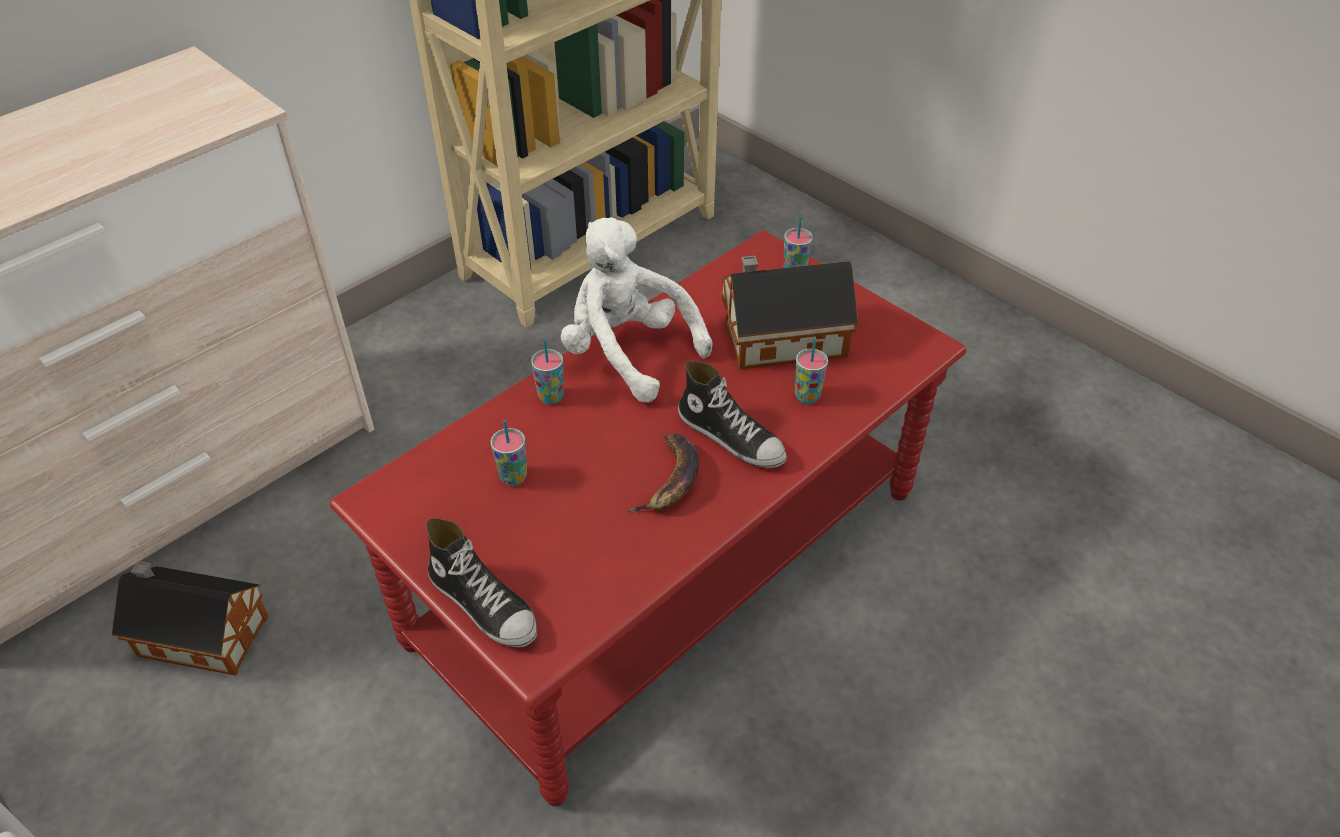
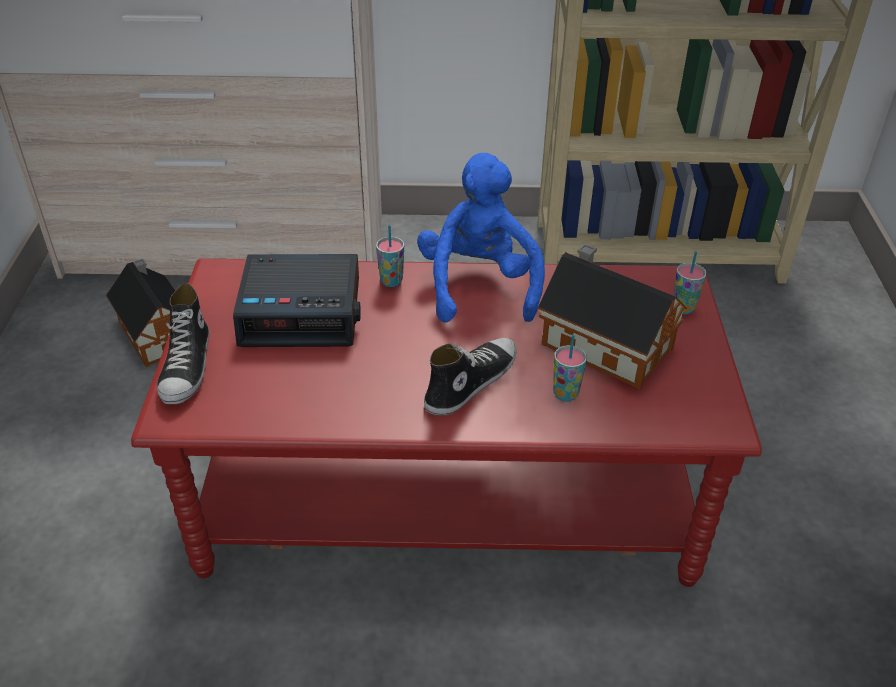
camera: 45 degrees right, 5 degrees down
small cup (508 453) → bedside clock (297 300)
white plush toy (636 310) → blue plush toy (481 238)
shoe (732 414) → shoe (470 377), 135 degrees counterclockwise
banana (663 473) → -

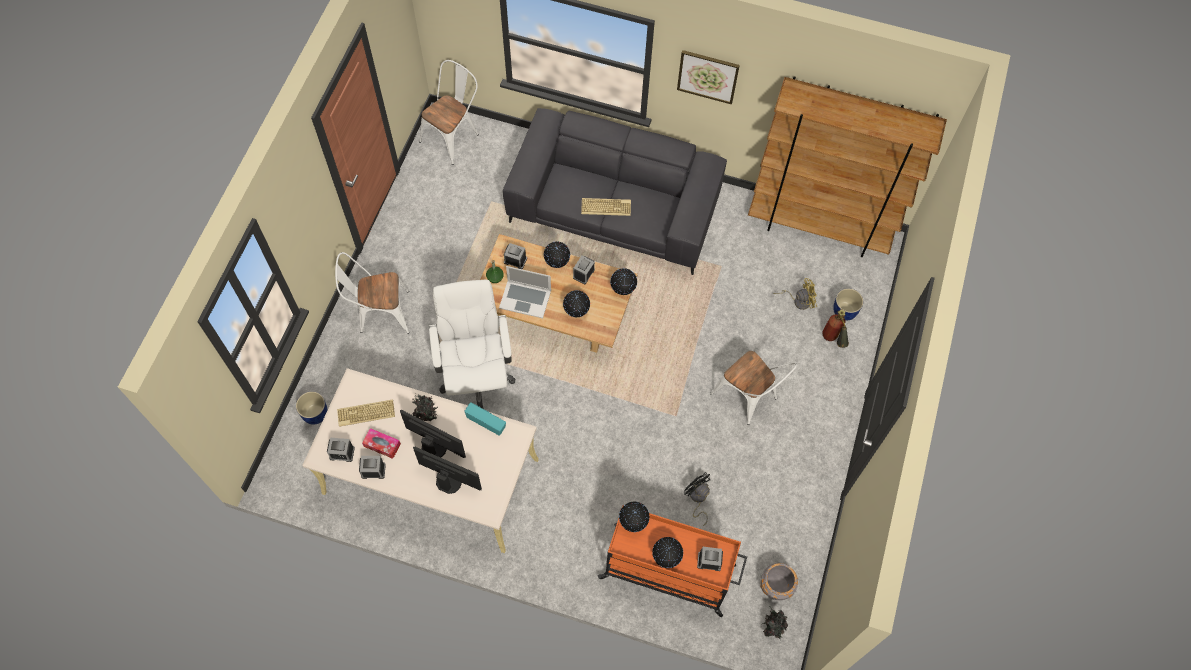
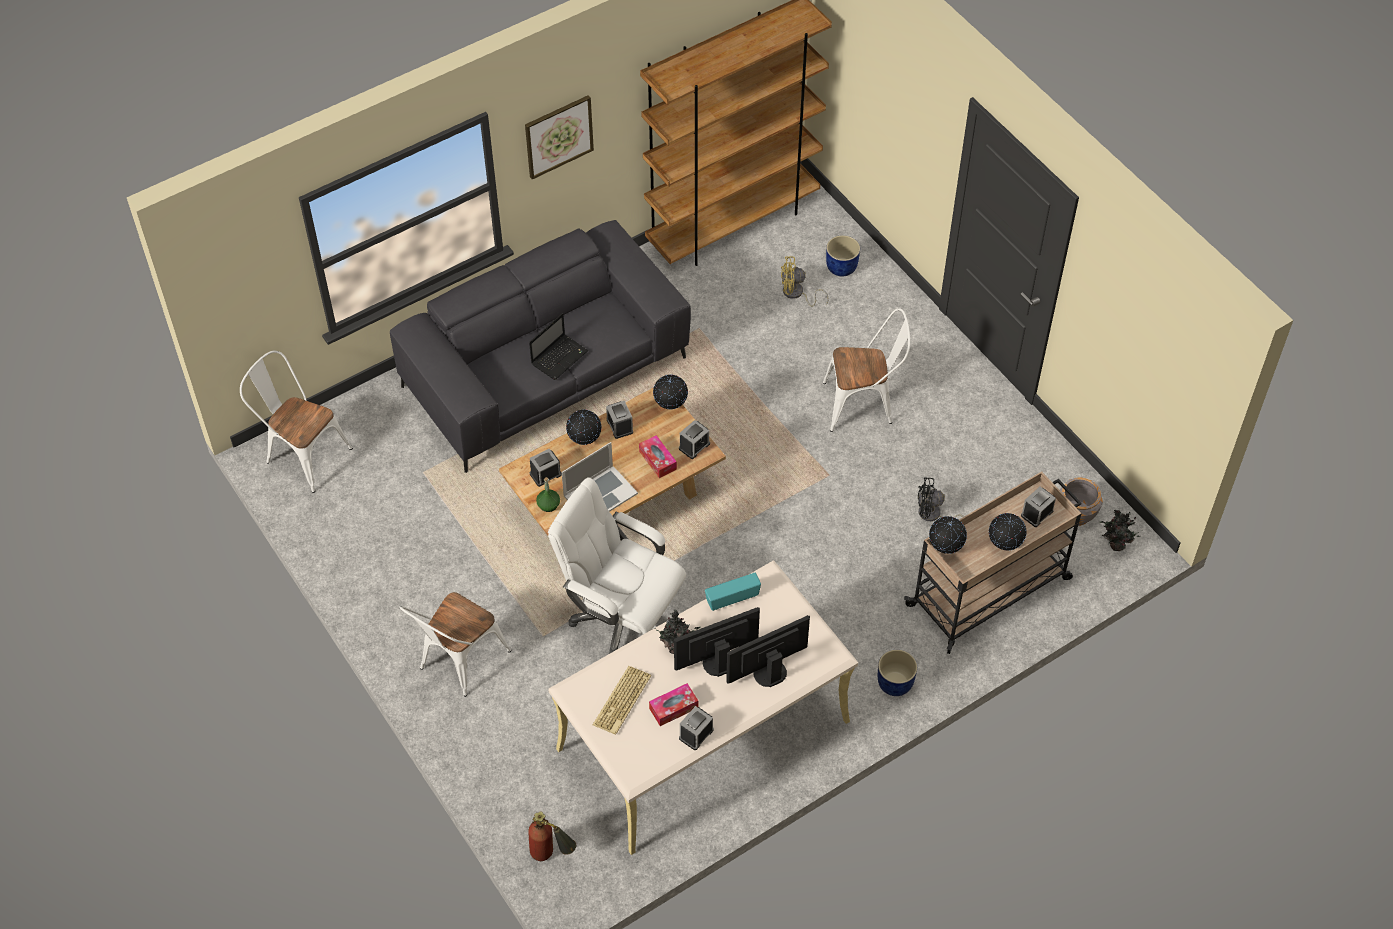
camera: 50 degrees left, 10 degrees down
white upright chair (449 112) → white upright chair (296 422), 45 degrees counterclockwise
extinguisher (835 328) → extinguisher (552 836), shifted
PC keyboard (606 207) → portable computer (559 346)
globe (576 303) → tissue box (658 456)
bedside clock (341 449) → bedside clock (694 439), shifted
yellow-coloured fan (795 294) → yellow-coloured fan (804 282), 120 degrees counterclockwise
blue planter (312 408) → blue planter (897 673), shifted
orange trolley (672 561) → beige-coloured trolley (993 562)

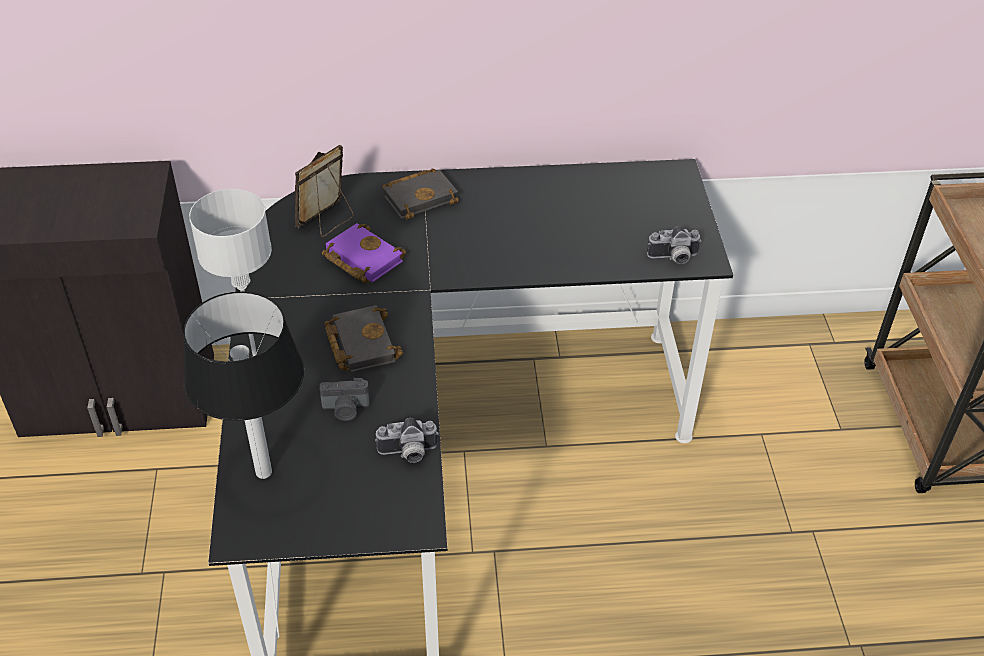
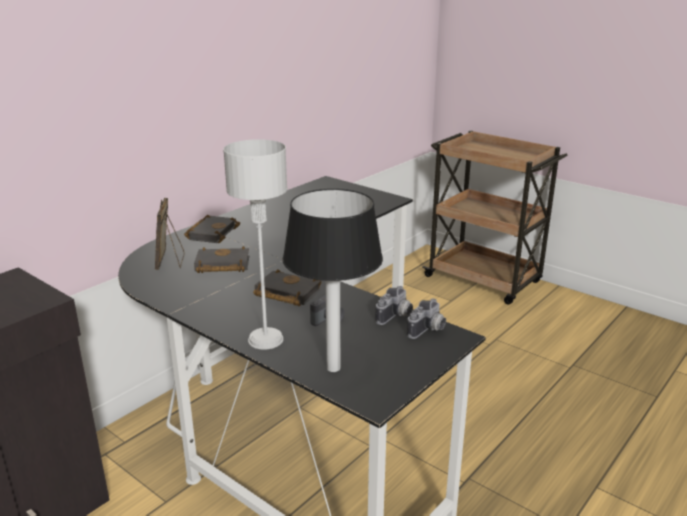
camera: 45 degrees left, 20 degrees down
purplish volume (364 253) → black-coloured volume (221 259)
photo camera (674 245) → photo camera (426 319), shifted

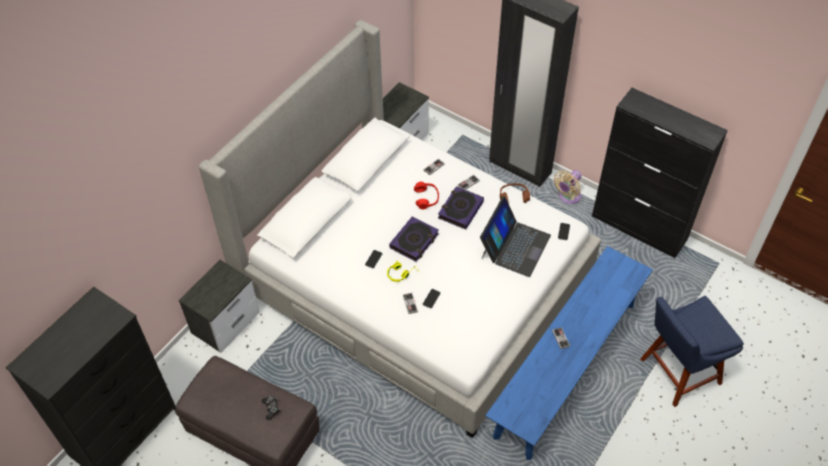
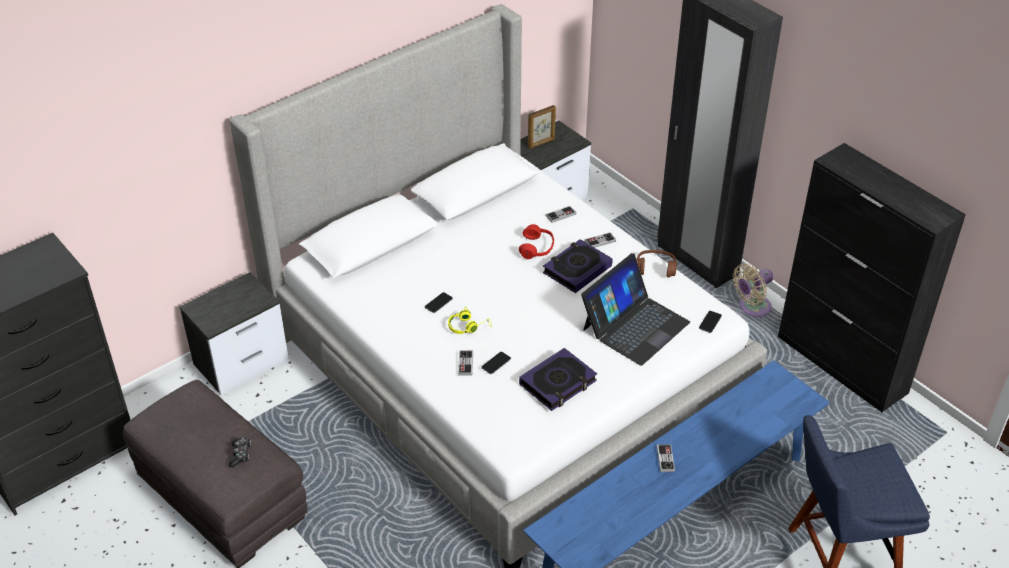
camera: 15 degrees right, 10 degrees down
volume (414 239) → volume (558 379), shifted
- → photo frame (542 127)

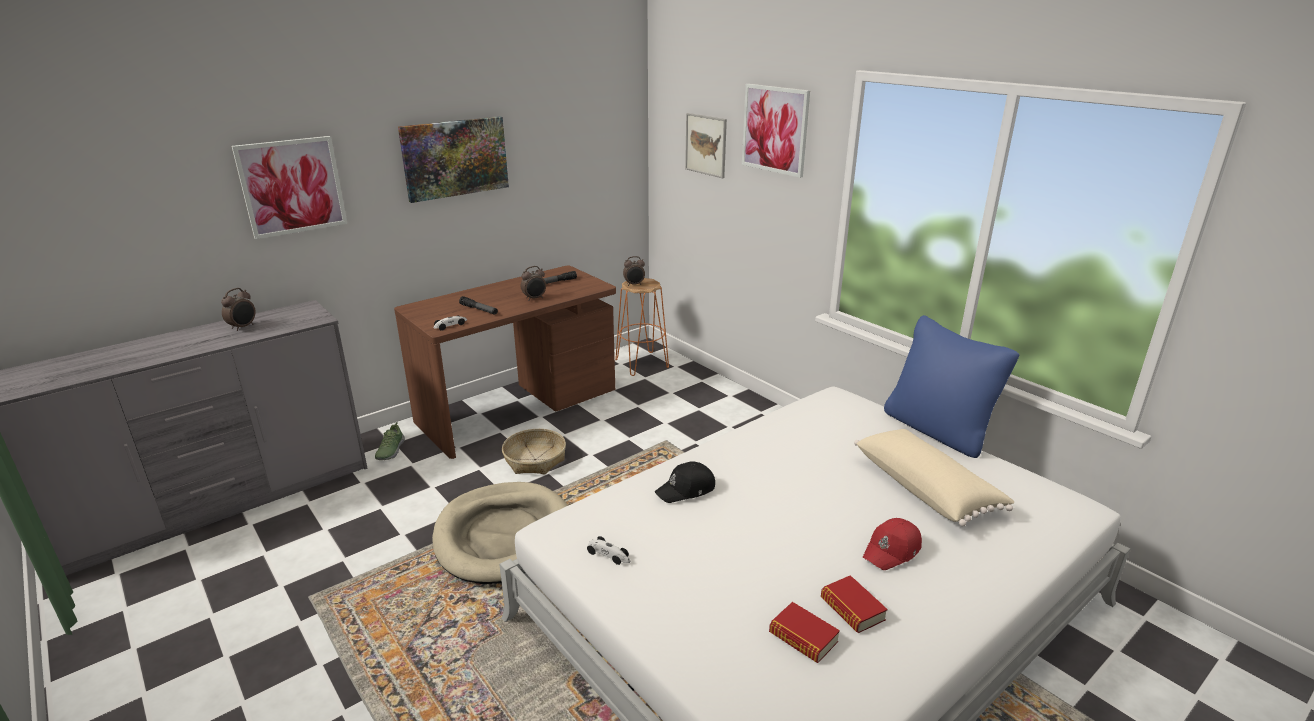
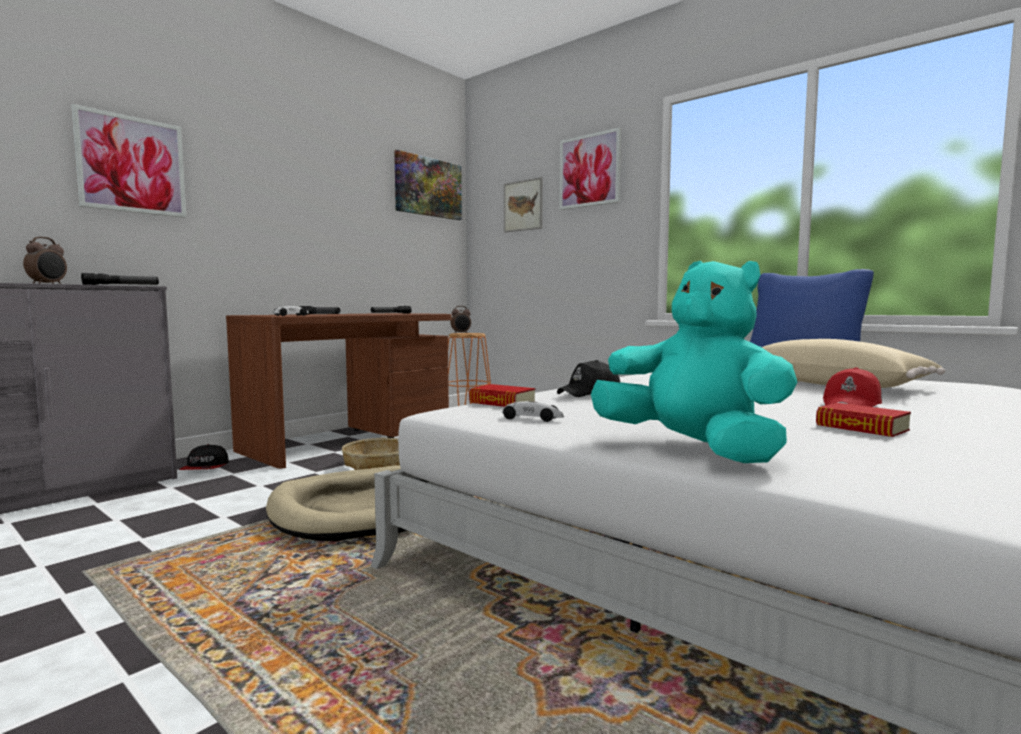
camera: 10 degrees left, 20 degrees down
- → torch (120 279)
shoe (390 441) → cap (204 457)
wall art (453 159) → wall art (428 185), shifted
volume (804 632) → volume (502 395), shifted
- → blue-green plush toy (694 362)
bedside clock (533 283) → -

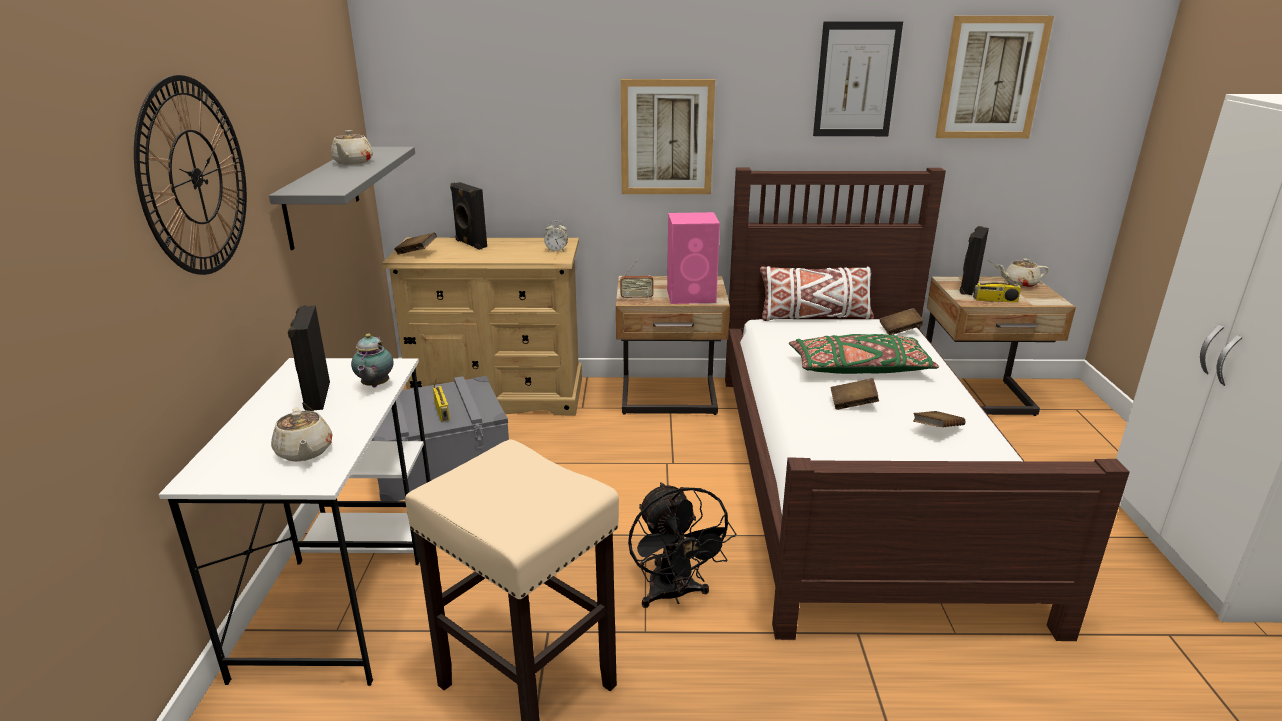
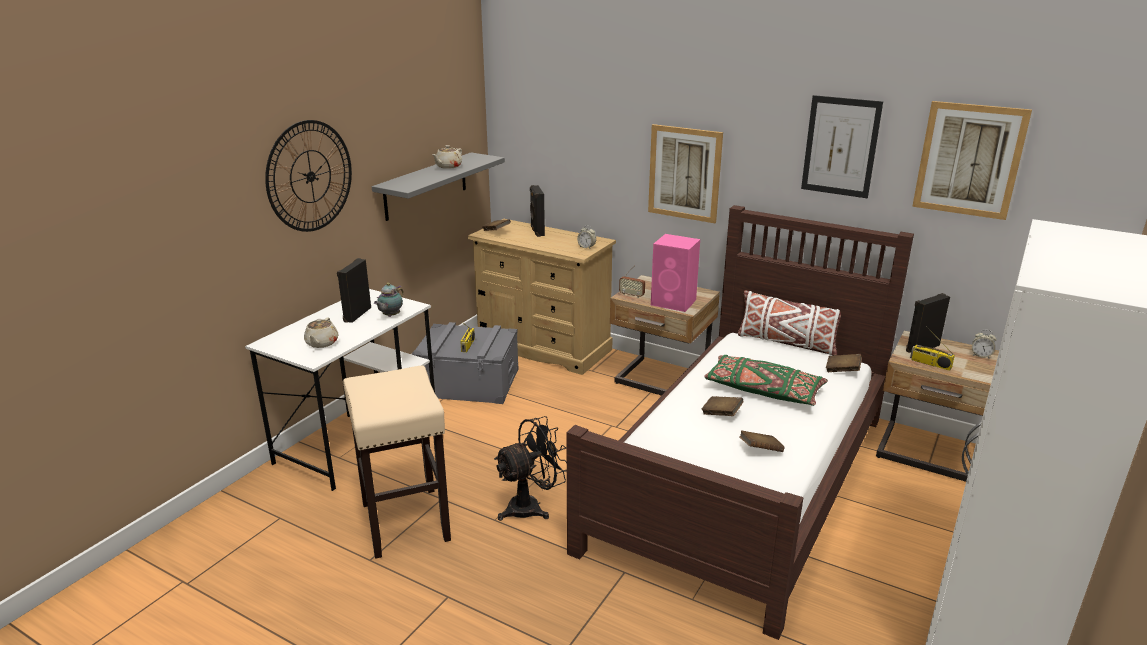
camera: 30 degrees right, 0 degrees up
black-coloured fan (682 545) → black-coloured fan (530 468), 135 degrees counterclockwise
beige-coloured tea pot (1023 273) → bedside clock (984 344)

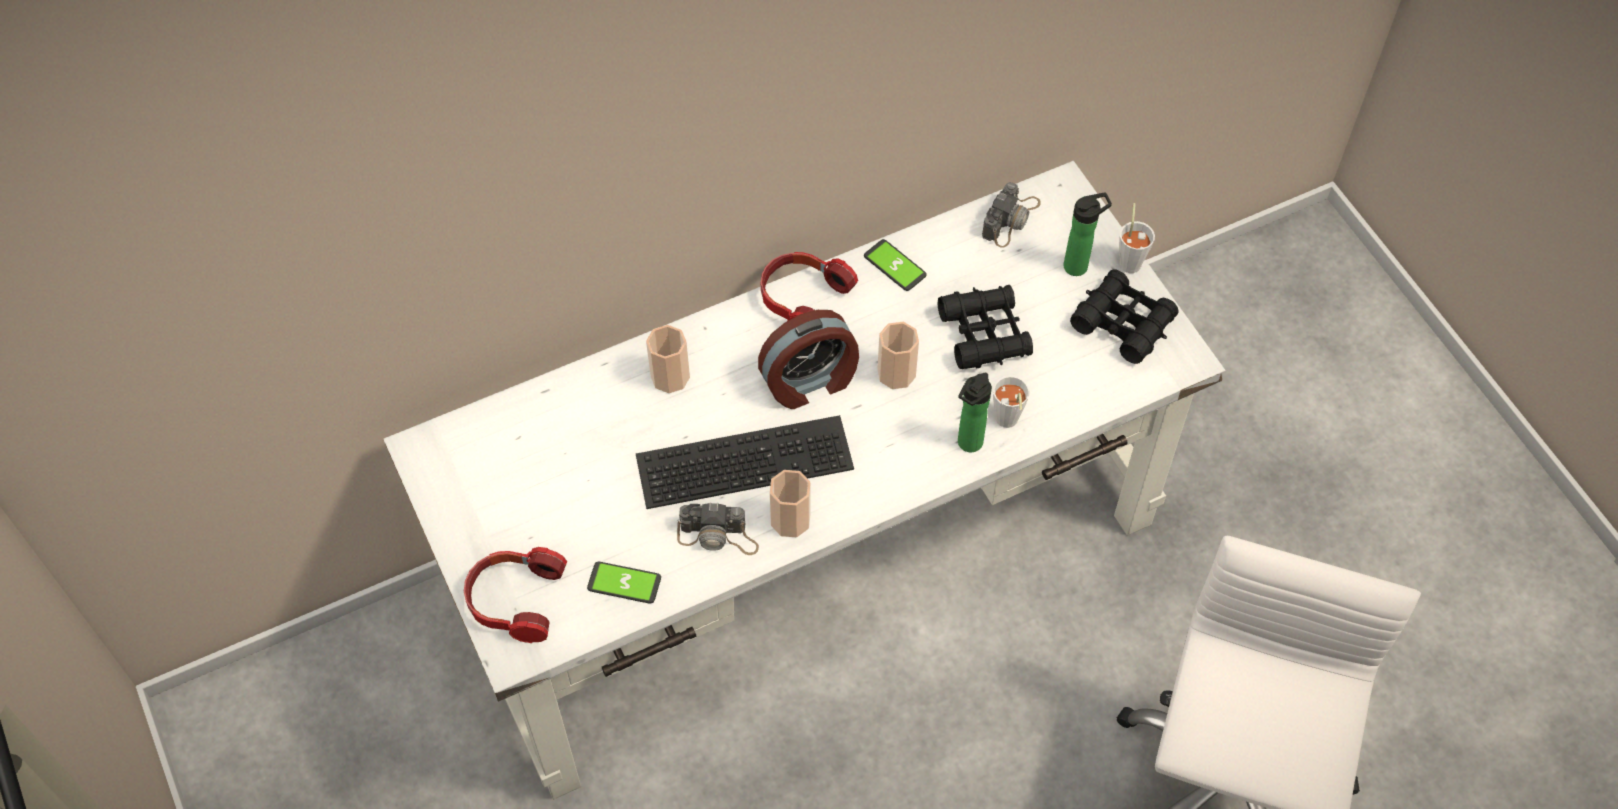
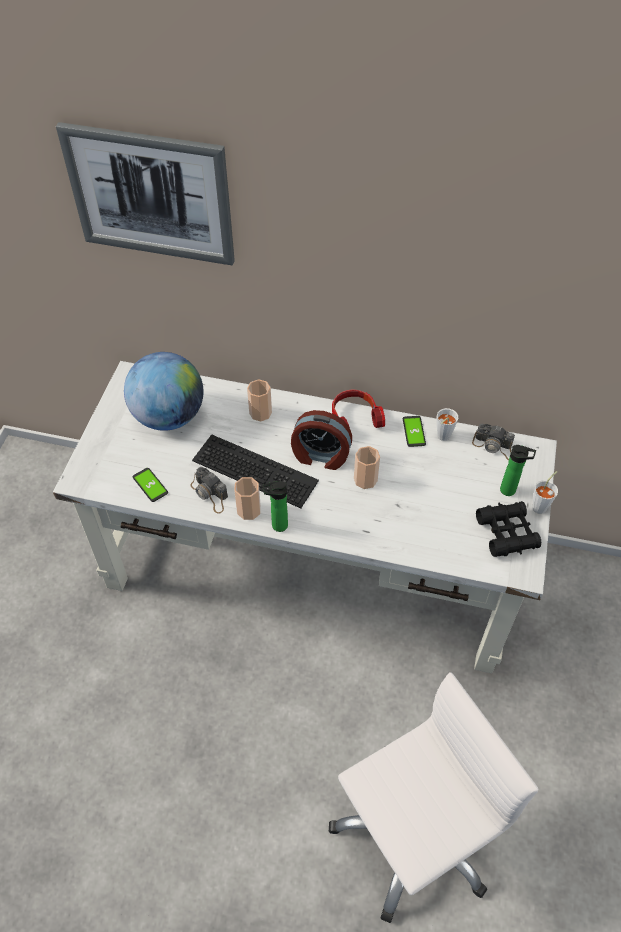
camera: 40 degrees right, 5 degrees down
- → wall art (145 194)
- → globe (163 391)
drink bottle (975 412) → drink bottle (275 506), shifted
white small cup (1011 401) → white small cup (447 424), shifted
photo camera (1011 215) → photo camera (493 442), 45 degrees clockwise
headset (515 595) → -
black-coloured pair of binoculars (985 327) → -

